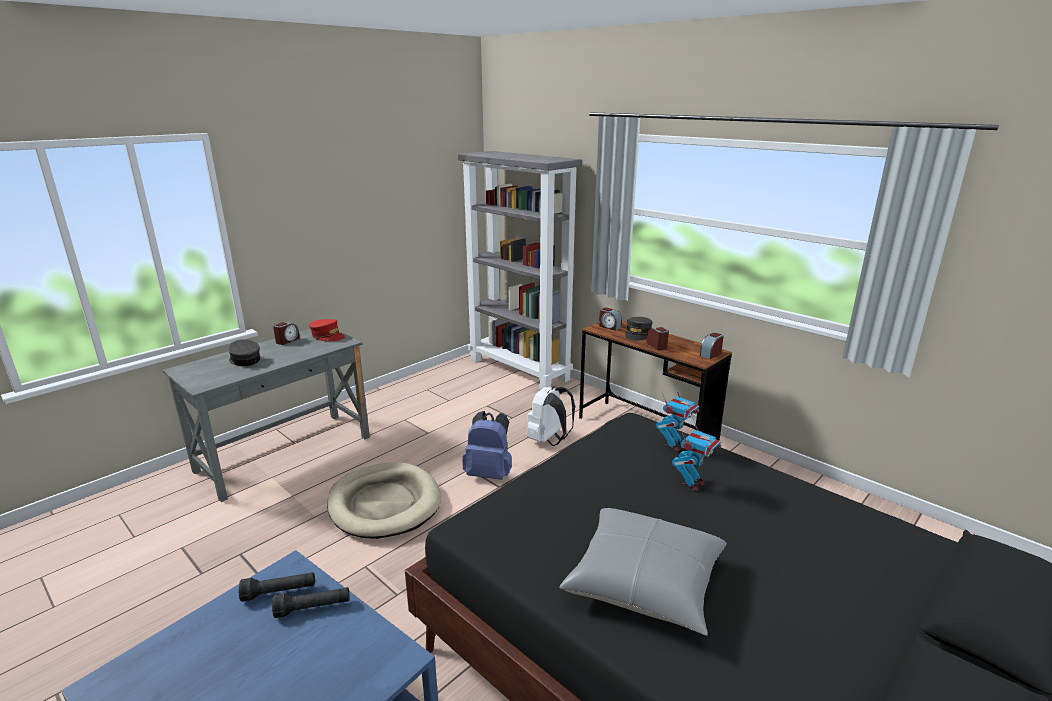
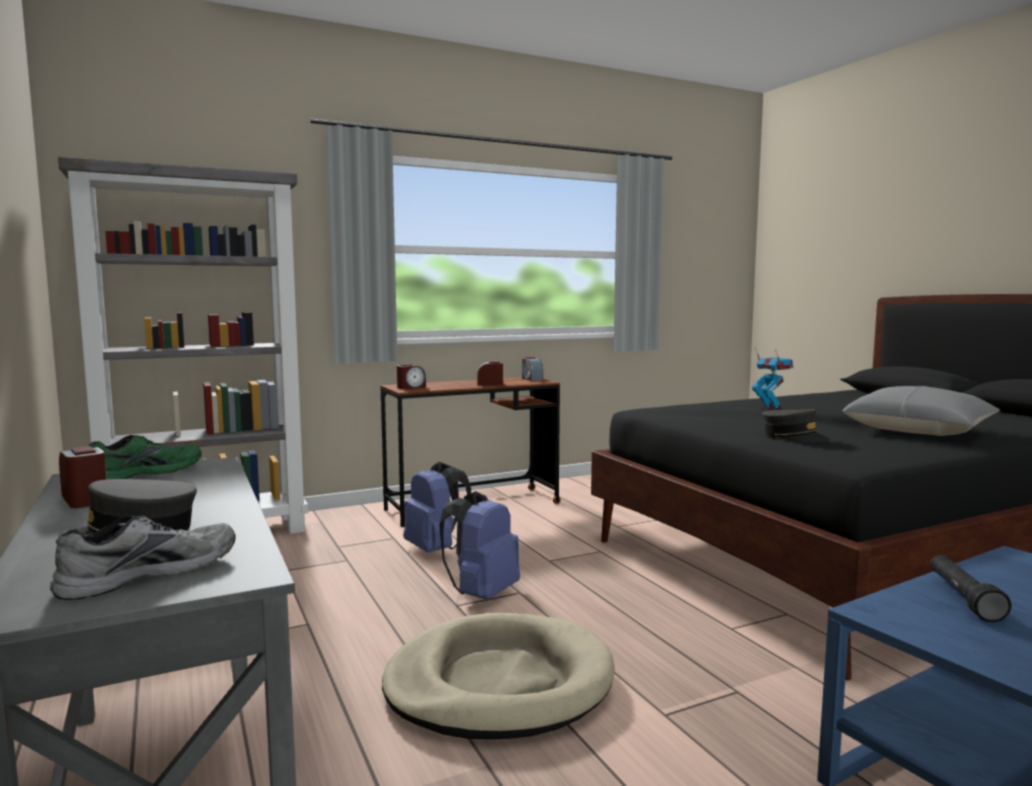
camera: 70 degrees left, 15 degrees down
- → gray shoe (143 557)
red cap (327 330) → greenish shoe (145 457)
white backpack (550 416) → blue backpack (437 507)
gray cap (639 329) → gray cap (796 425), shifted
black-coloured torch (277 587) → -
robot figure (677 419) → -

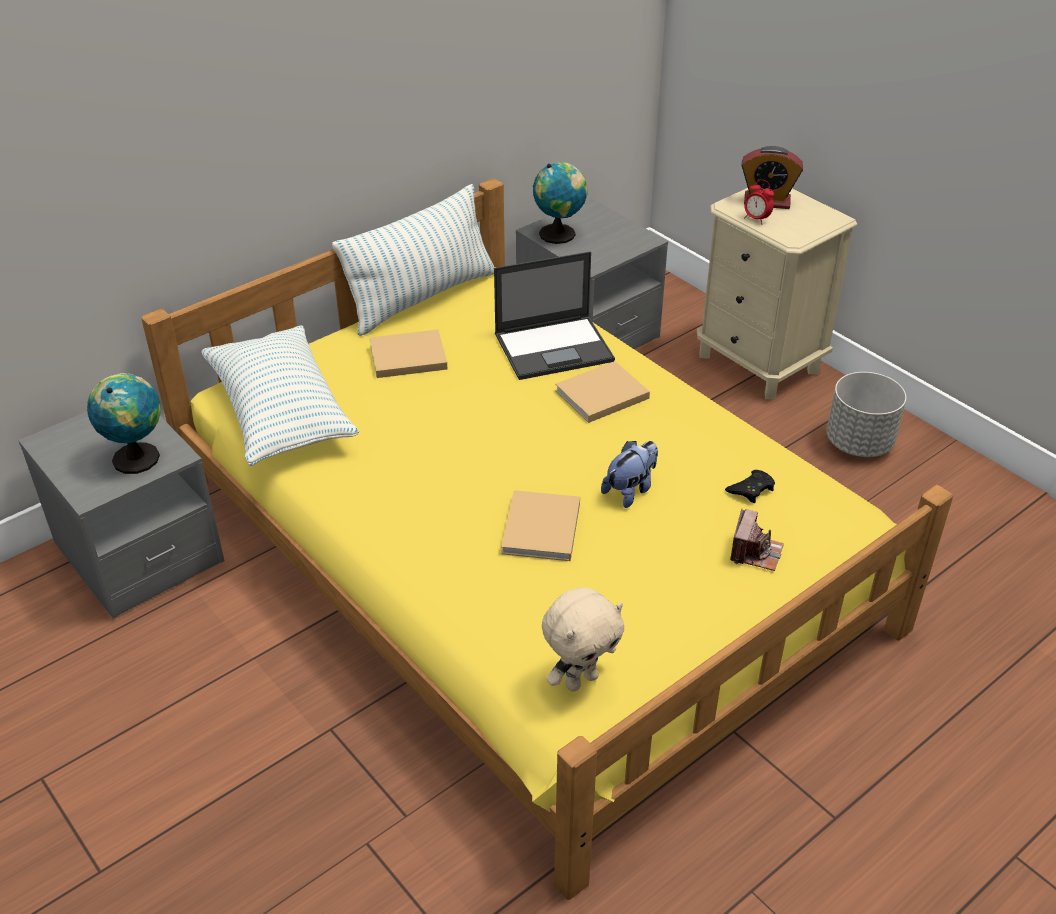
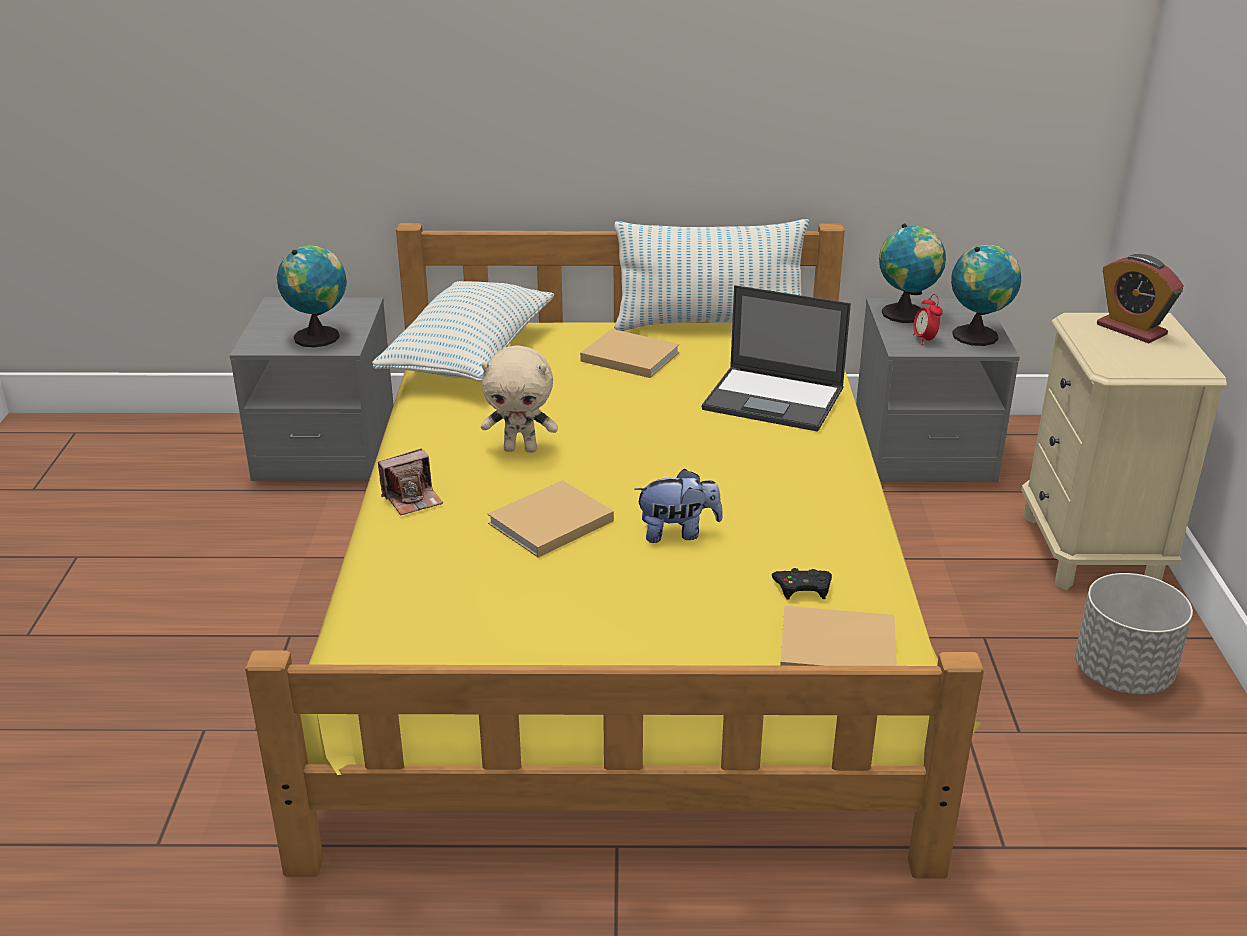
camera: 40 degrees right, 10 degrees down
photo camera (757 540) → photo camera (410 482), shifted
beige-coloured plush toy (583 639) → beige-coloured plush toy (519 399), shifted
beige-coloured volume (602 392) → beige-coloured volume (838 636), shifted
bedside clock (759 202) → bedside clock (928 319), shifted
- → globe (986 295)

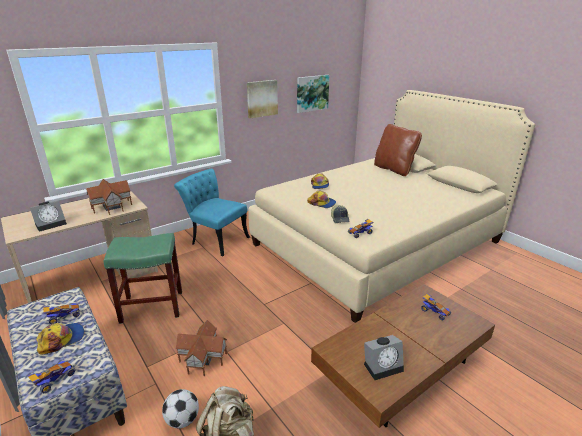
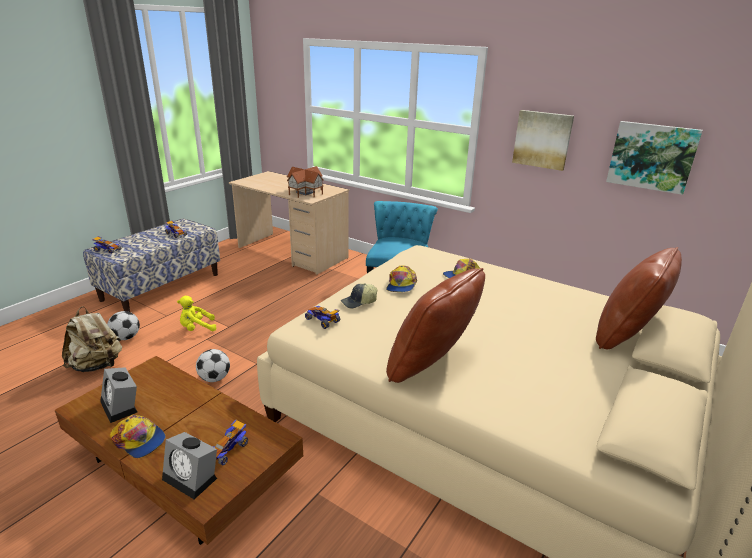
camera: 70 degrees right, 0 degrees up
cap (60 339) → cap (137 436), shifted
bedside clock (48 216) → bedside clock (189 465), shifted
model house (201 348) → yellow-coloured plush toy (196 313)
- → football (213 365)
- → brown pillow (435 325)
greenish stool (143 278) → -

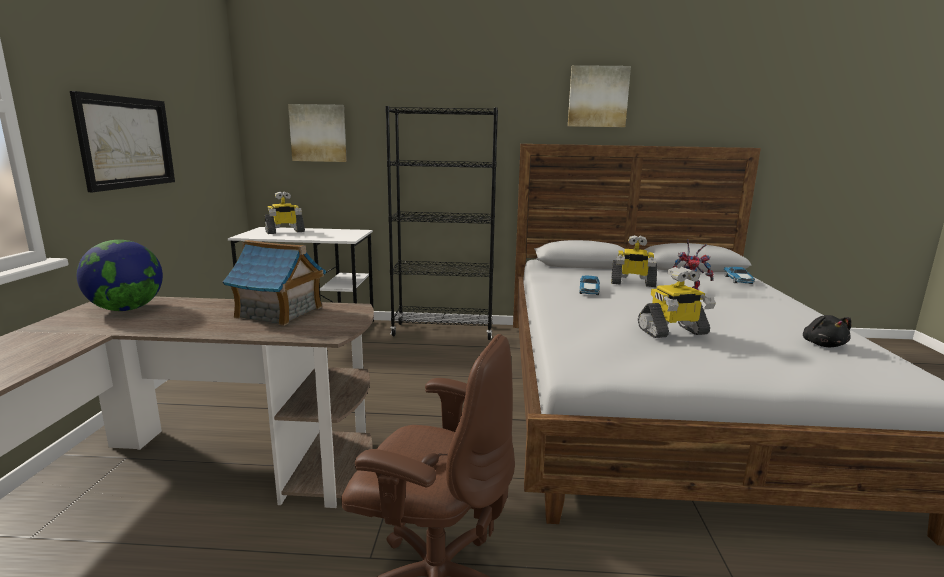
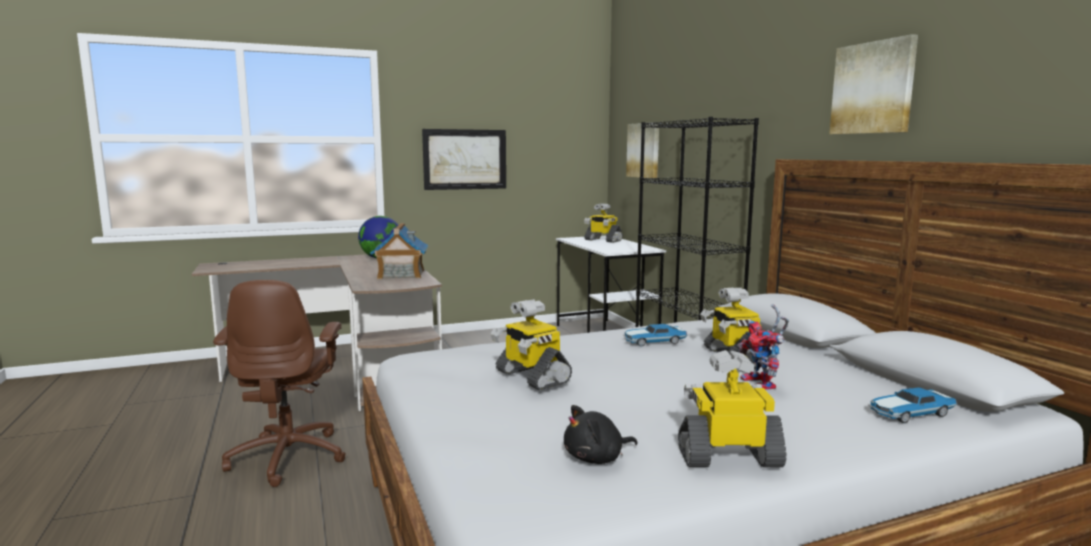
camera: 65 degrees right, 5 degrees down
- → robot figure (732 408)

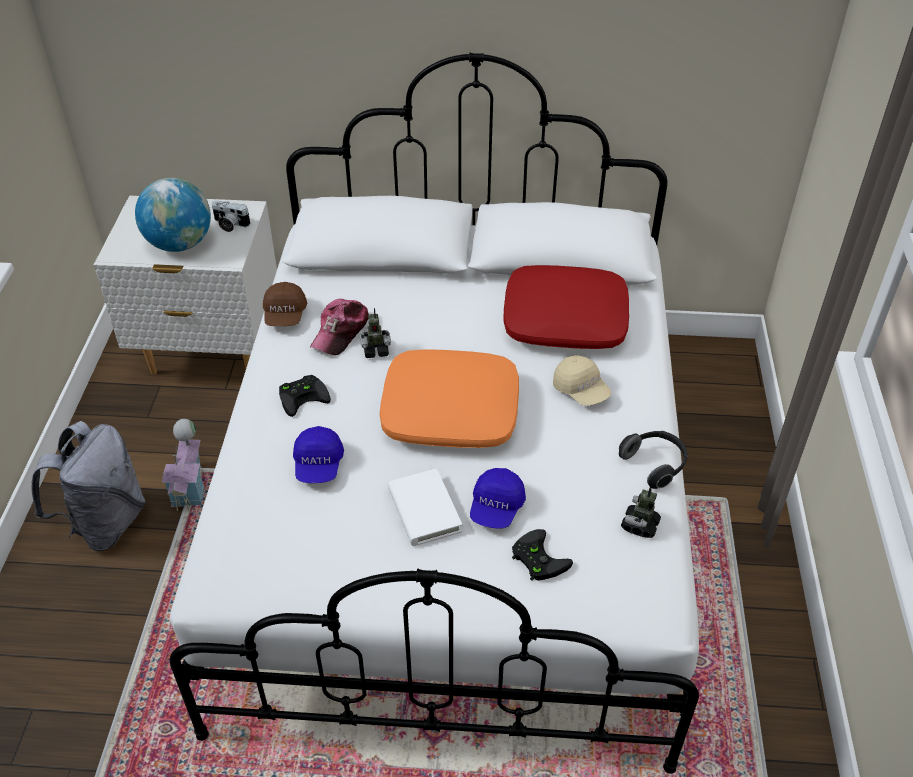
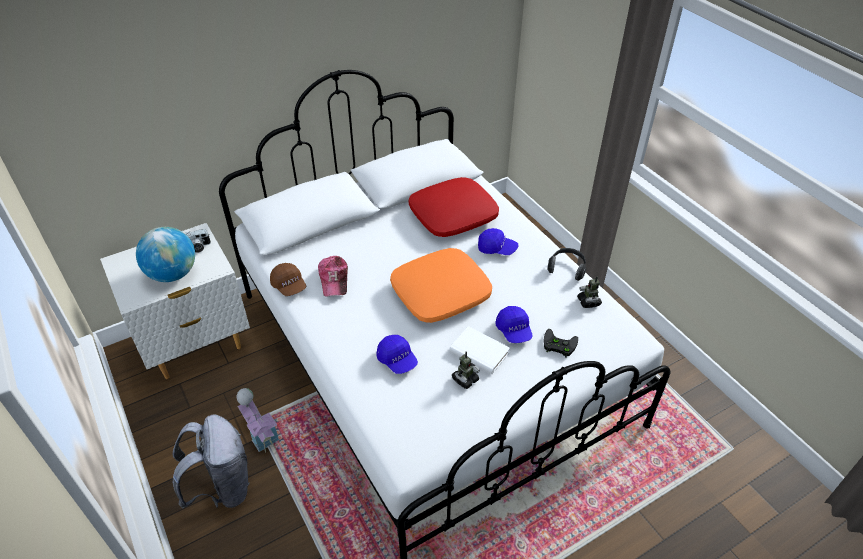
camera: 35 degrees left, 0 degrees up
robot figure (375 333) → robot figure (466 370), shifted
beige-coloured cap (582 380) → blue cap (498 241)
black-coloured joypad (305 396) → -

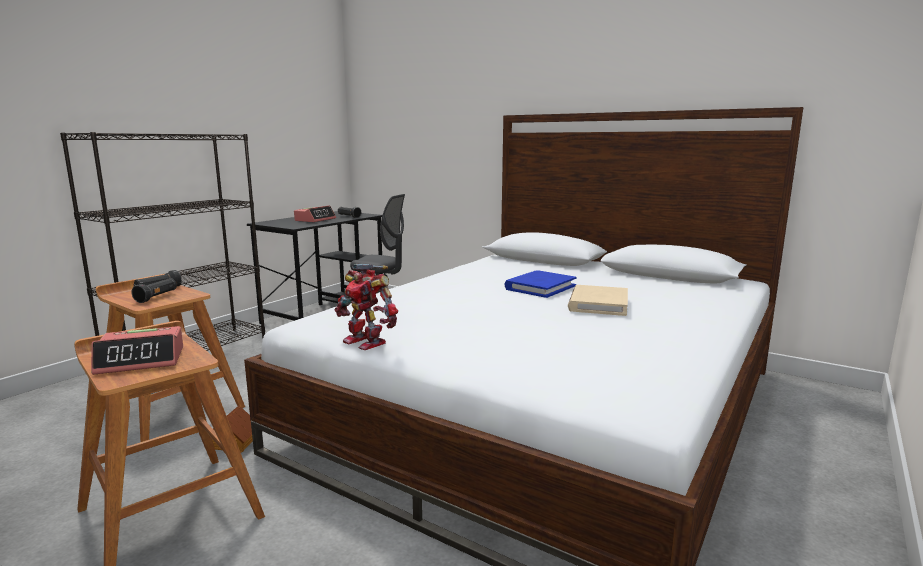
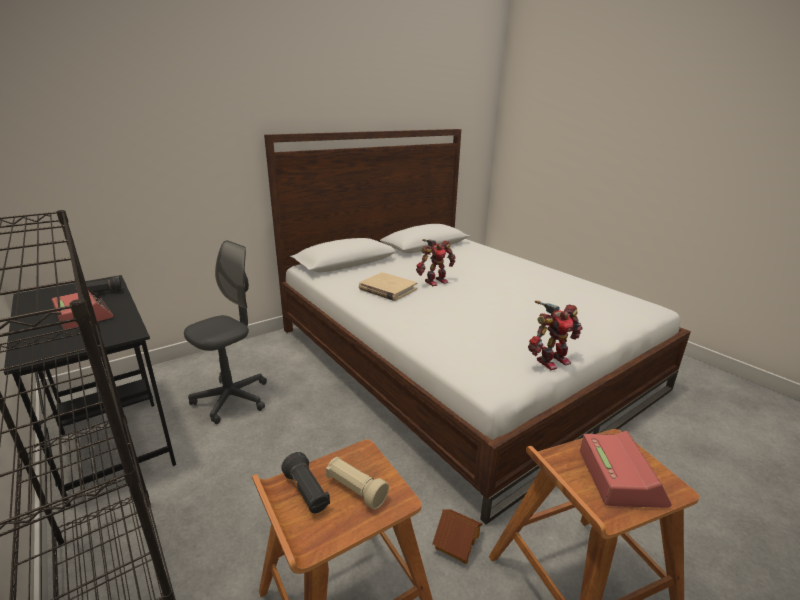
camera: 70 degrees left, 10 degrees up
black-coloured torch (154 290) → beige-coloured torch (357 483)
beige-coloured volume (598 300) → beige-coloured volume (388 286), shifted
blue volume (540 284) → robot figure (436 262)

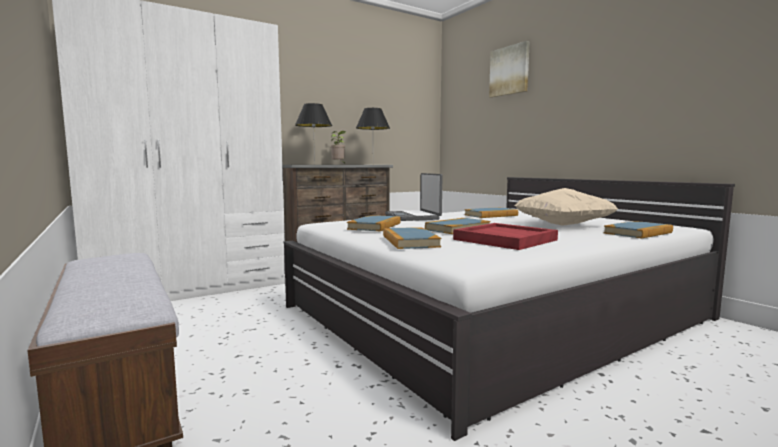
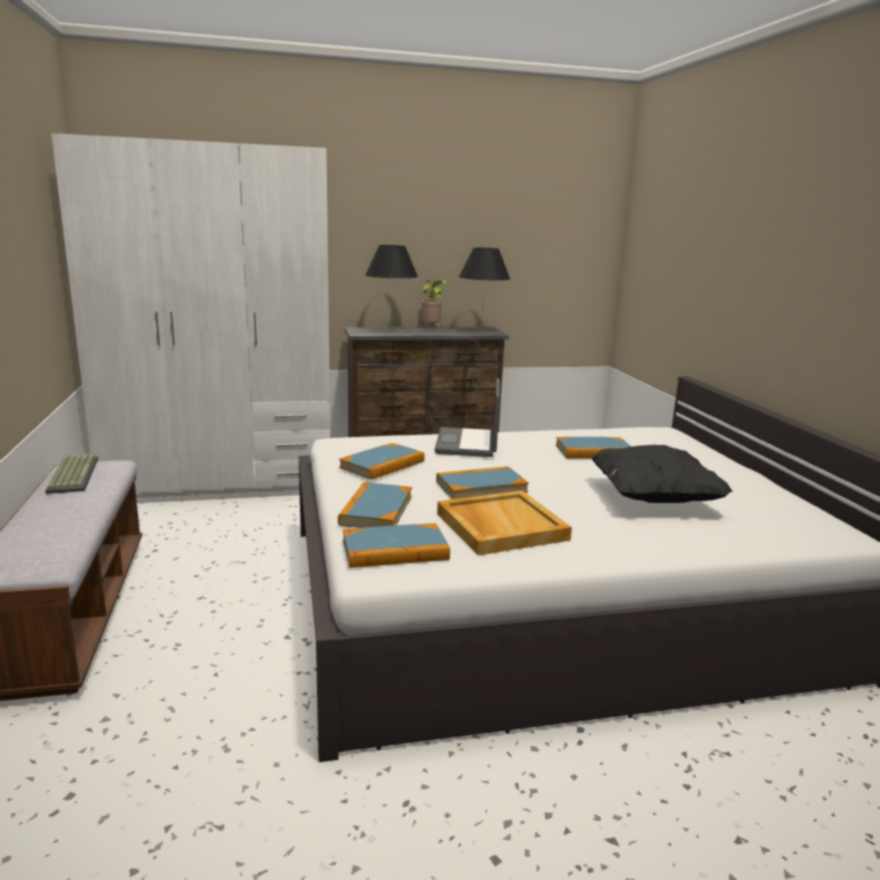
camera: 20 degrees right, 10 degrees up
- → PC keyboard (71 474)
volume (638 230) → volume (396 545), shifted
red tray (505 236) → beige-coloured tray (504 523)
beige-coloured pillow (566 207) → black-coloured pillow (662 474)
wall art (509 69) → -

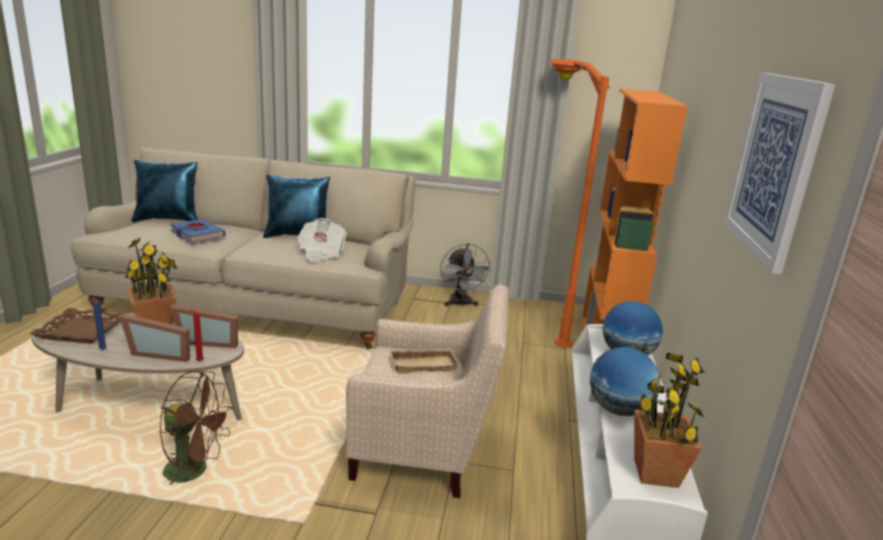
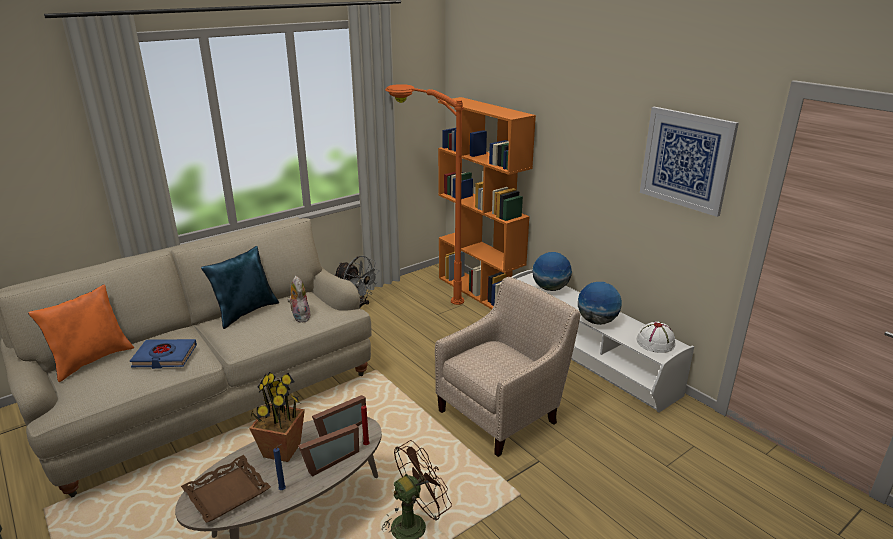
camera: 45 degrees left, 5 degrees up
blue pillow (165 191) → orange pillow (81 333)
daily paper (322 240) → plush toy (299 299)
plant in a pot (669 420) → white wearable hat (656 337)
beige-coloured tray (424 361) → -

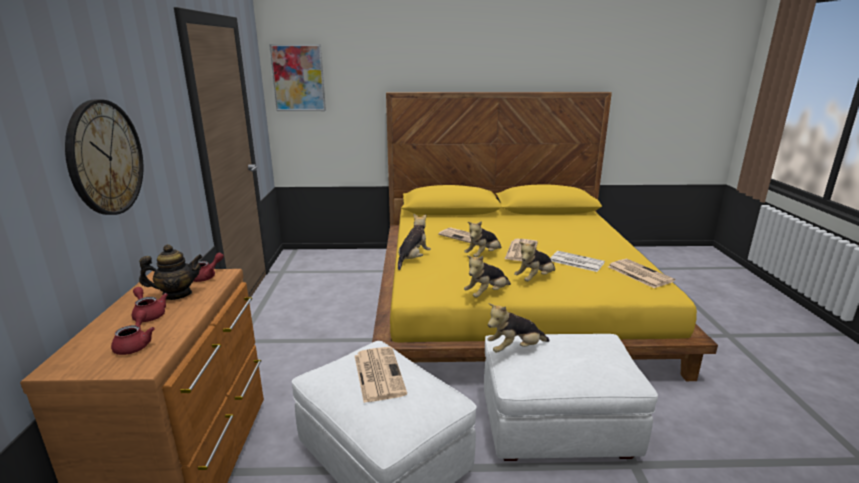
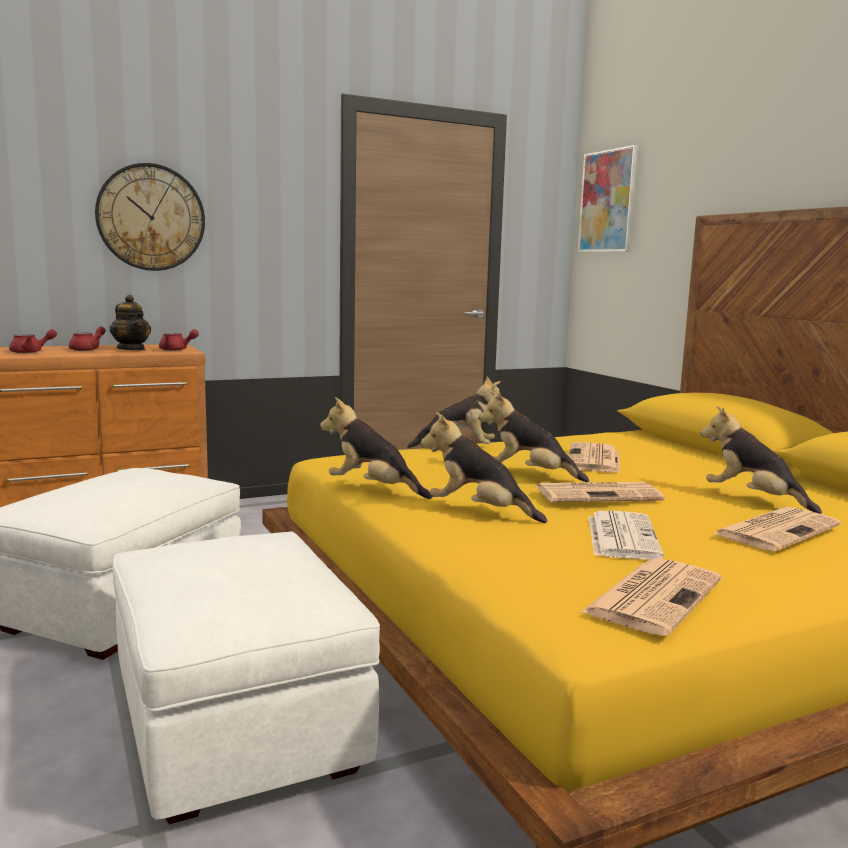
camera: 65 degrees right, 10 degrees down
plush toy (519 328) → plush toy (761 460), shifted
daily paper (381 375) → daily paper (776 529), shifted

